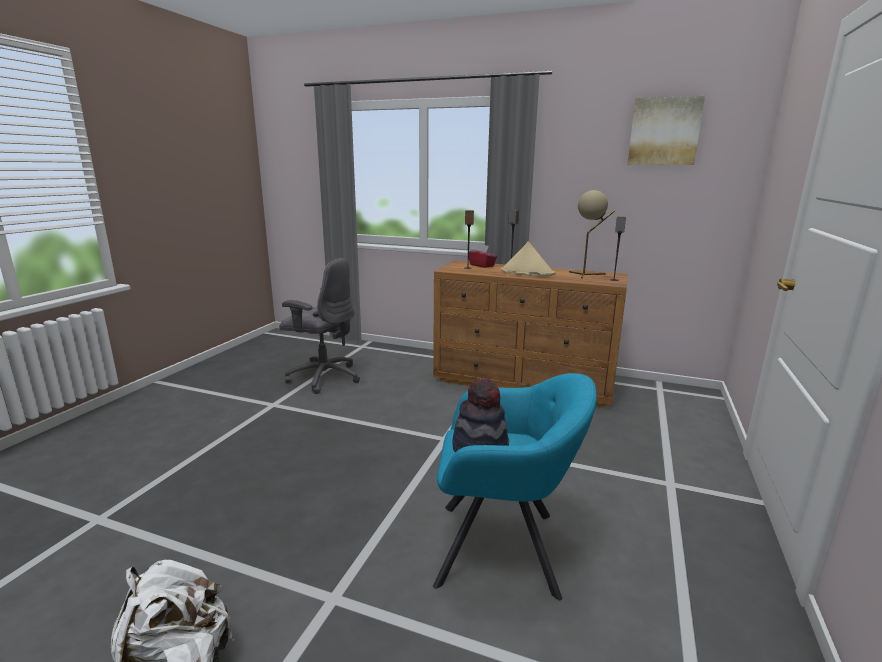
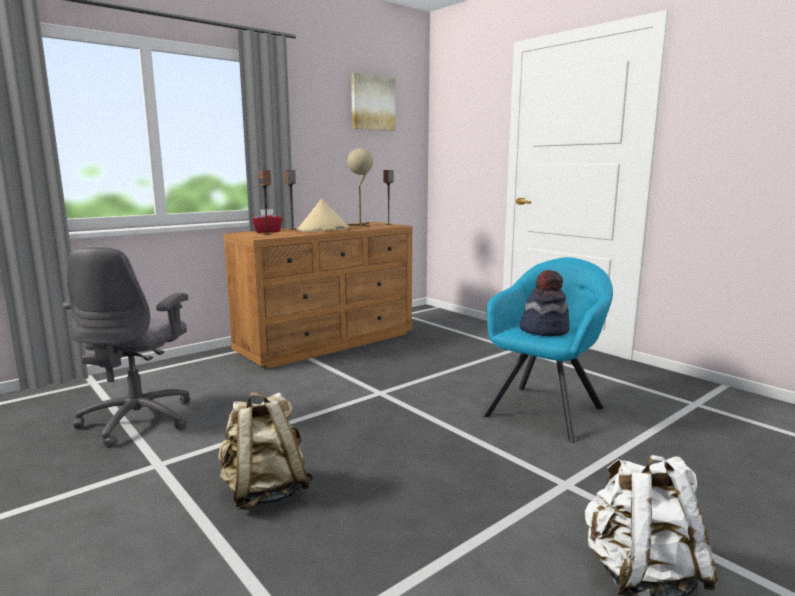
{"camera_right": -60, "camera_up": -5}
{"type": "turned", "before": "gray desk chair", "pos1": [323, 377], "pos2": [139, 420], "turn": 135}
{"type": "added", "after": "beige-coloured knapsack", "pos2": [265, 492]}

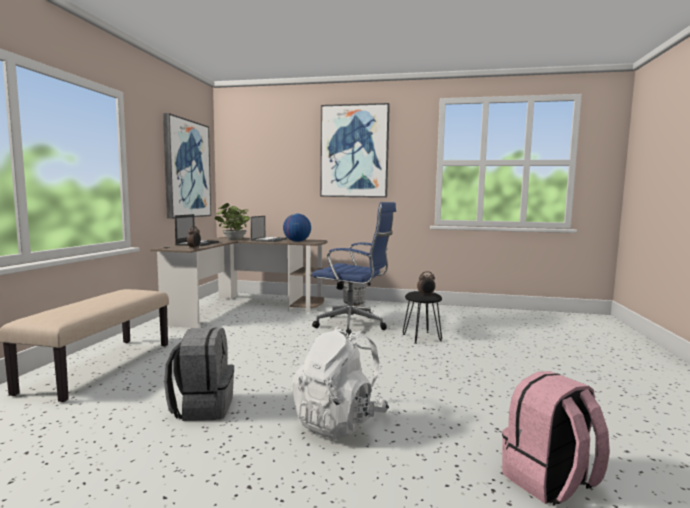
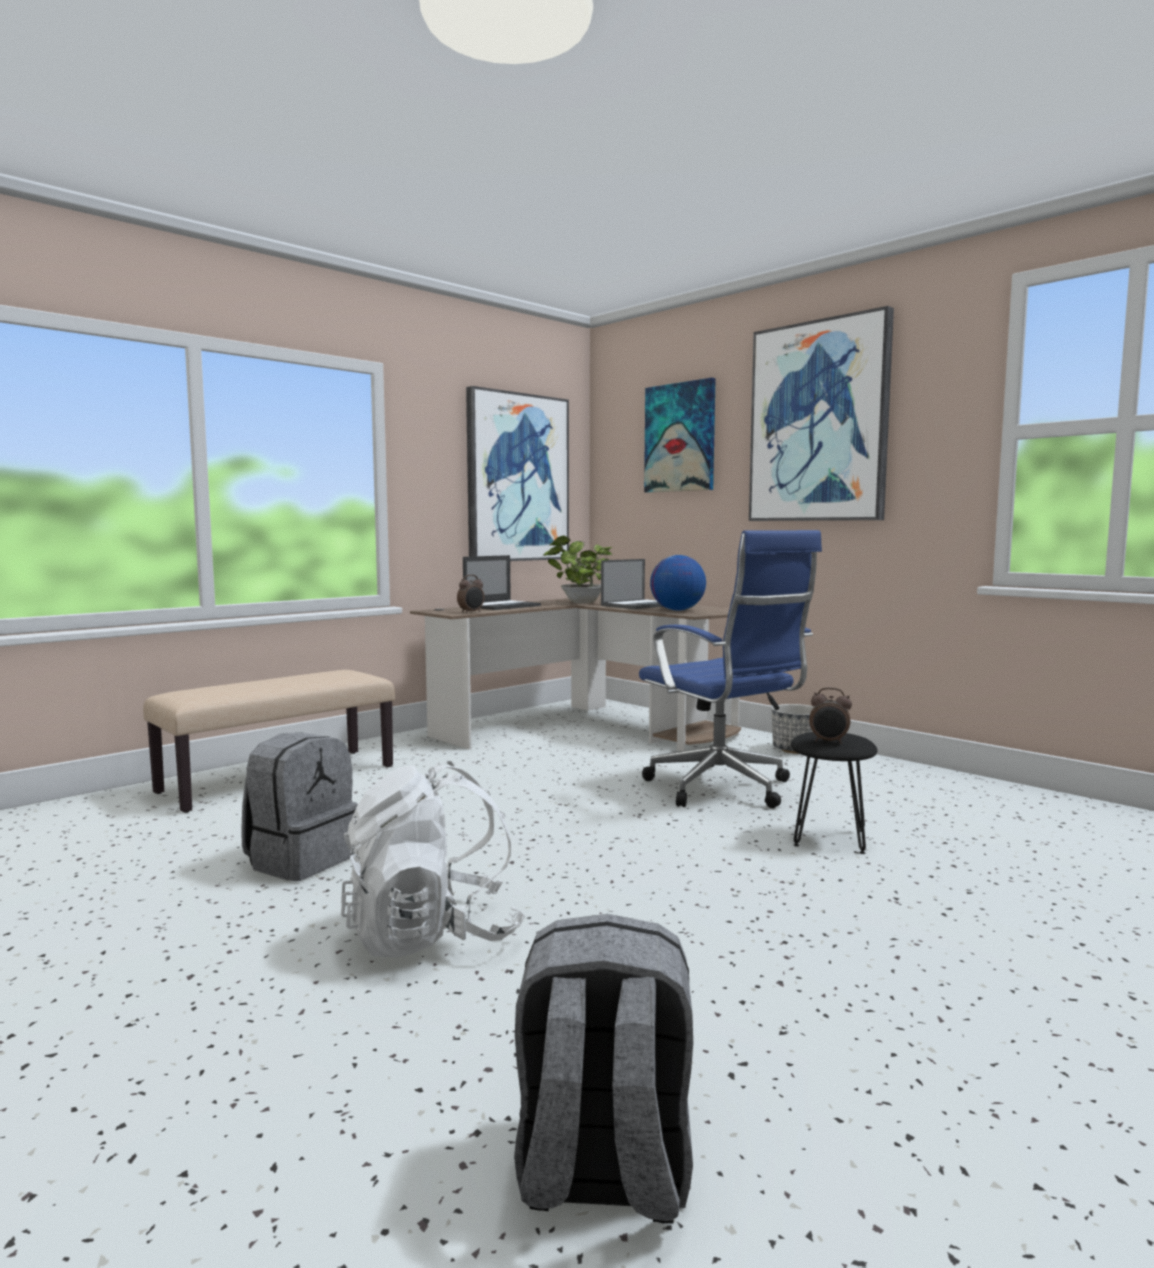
{"camera_right": 35, "camera_up": 0}
{"type": "recoloured", "before": "pink knapsack", "after": "gray knapsack", "pos1": [550, 482], "pos2": [602, 1173]}
{"type": "added", "after": "wall art", "pos2": [680, 437]}

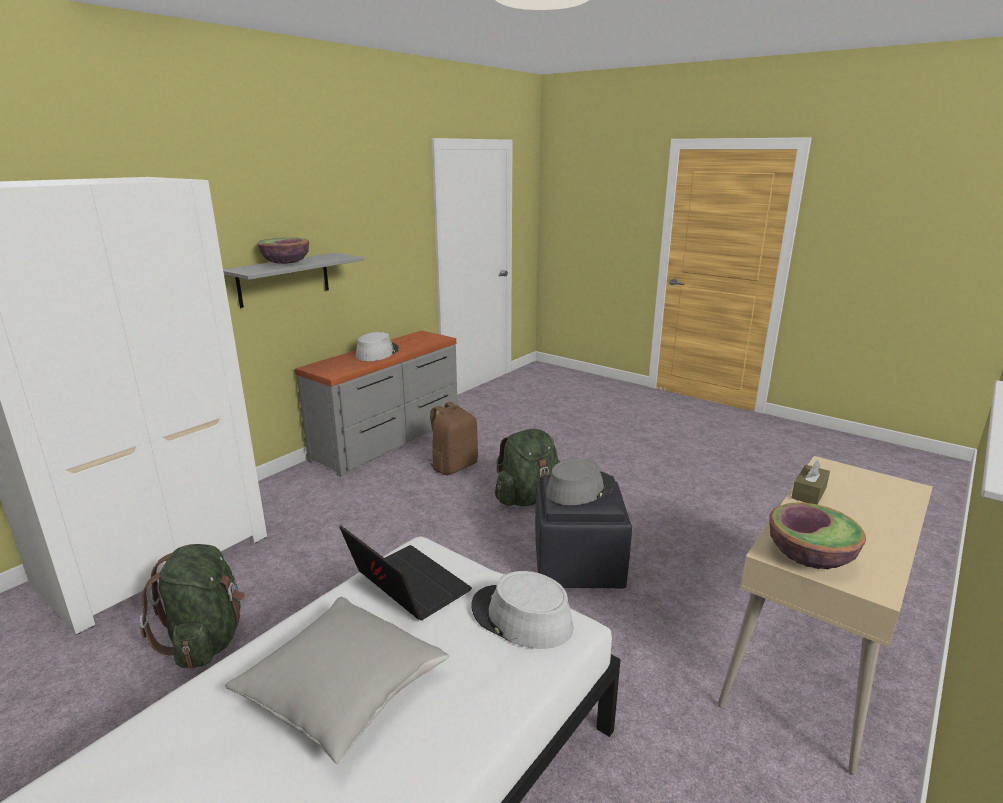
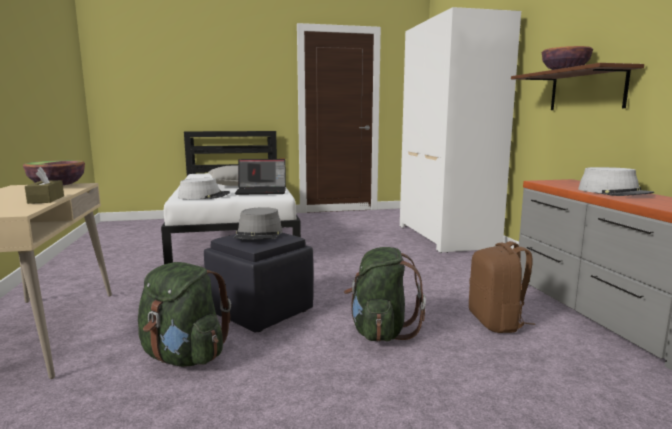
{"camera_right": 130, "camera_up": -10}
{"type": "recoloured", "before": "gray shelf", "after": "brownish shelf", "pos1": [284, 279], "pos2": [586, 90]}
{"type": "moved", "before": "greenish knapsack", "pos1": [207, 639], "pos2": [184, 357]}

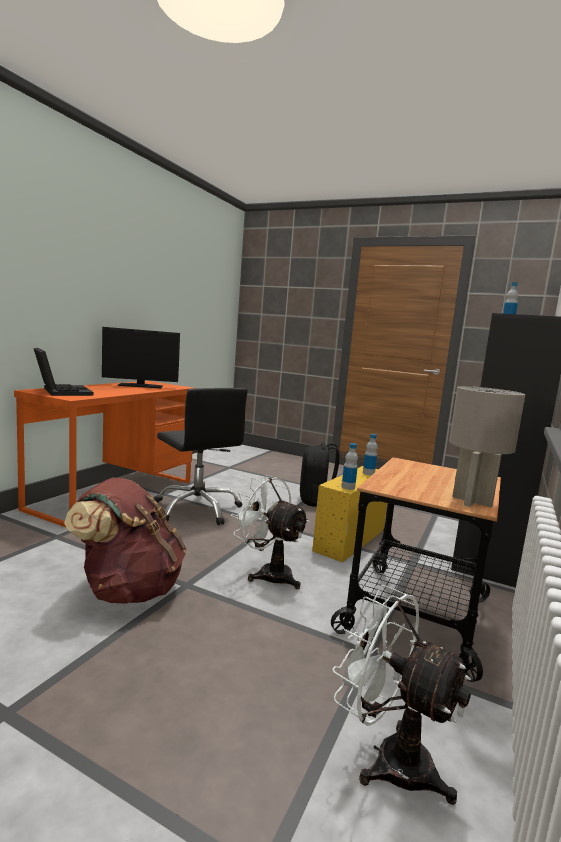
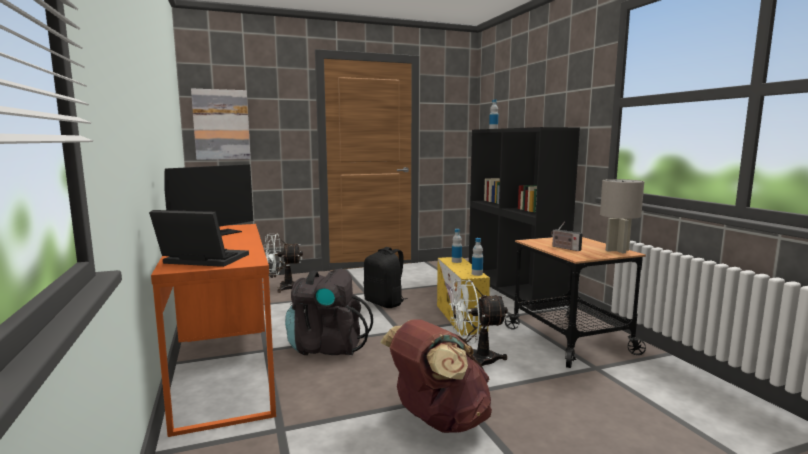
{"camera_right": -45, "camera_up": 0}
{"type": "replaced", "before": "black desk chair", "after": "black knapsack", "pos1": [197, 509], "pos2": [327, 347]}
{"type": "moved", "before": "whitish electric fan", "pos1": [389, 758], "pos2": [283, 288]}
{"type": "added", "after": "wall art", "pos2": [221, 125]}
{"type": "added", "after": "radio set", "pos2": [564, 248]}

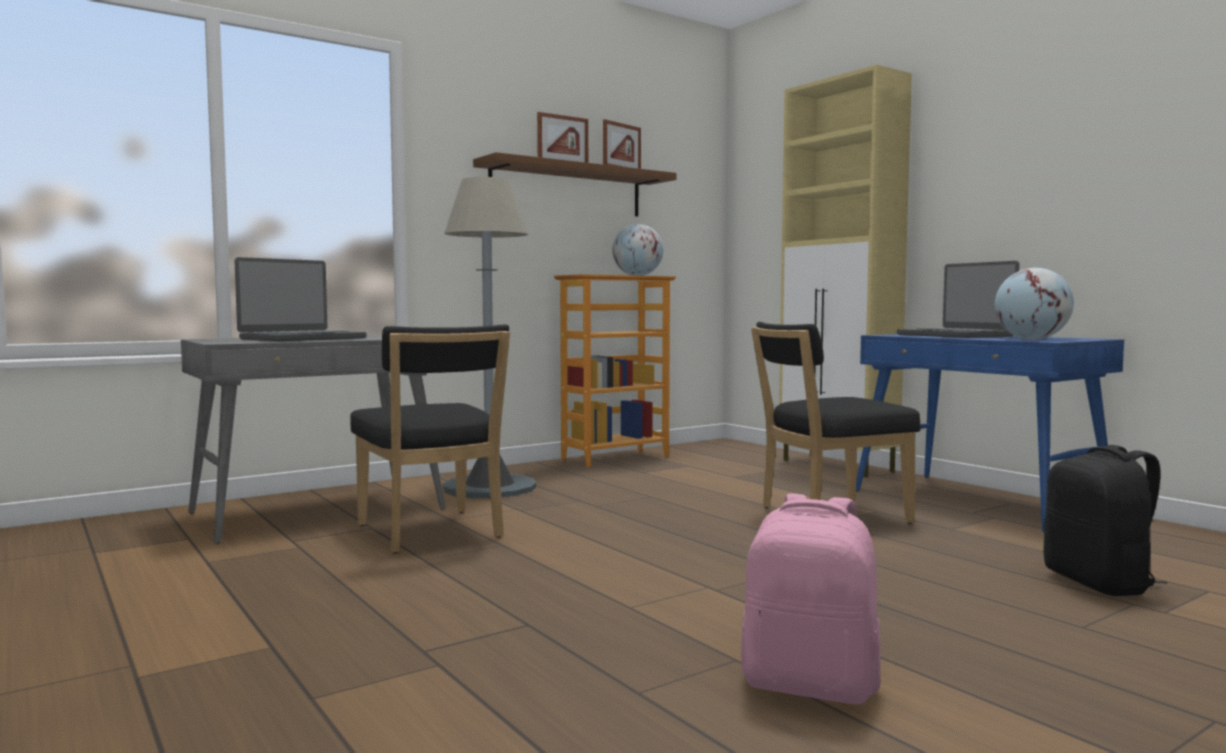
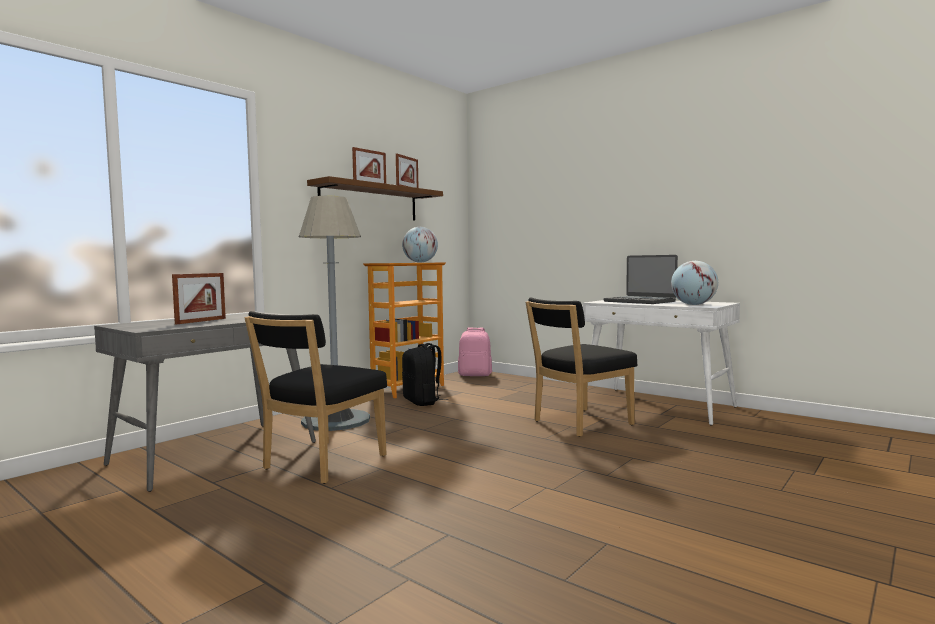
{"camera_right": -15, "camera_up": 0}
{"type": "removed", "before": "beige-coloured storage cabinet", "pos1": [838, 466]}
{"type": "replaced", "before": "portable computer", "after": "standing frame", "pos1": [302, 338], "pos2": [201, 321]}
{"type": "turned", "before": "black chair", "pos1": [432, 533], "pos2": [320, 464], "turn": 75}
{"type": "recoloured", "before": "bluish desk unit", "after": "whitish desk unit", "pos1": [979, 501], "pos2": [658, 405]}
{"type": "moved", "before": "black knapsack", "pos1": [1100, 583], "pos2": [422, 402]}
{"type": "moved", "before": "pink knapsack", "pos1": [810, 685], "pos2": [475, 375]}

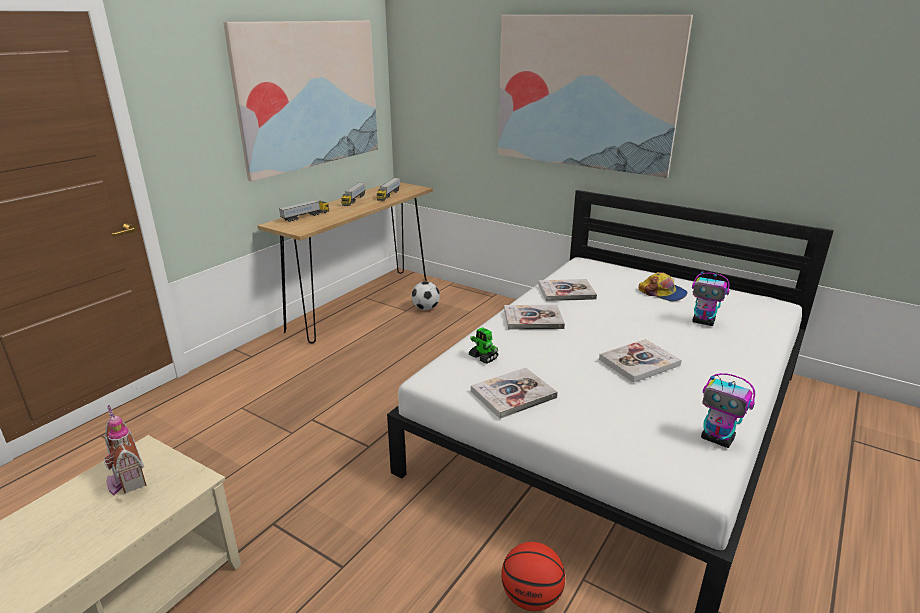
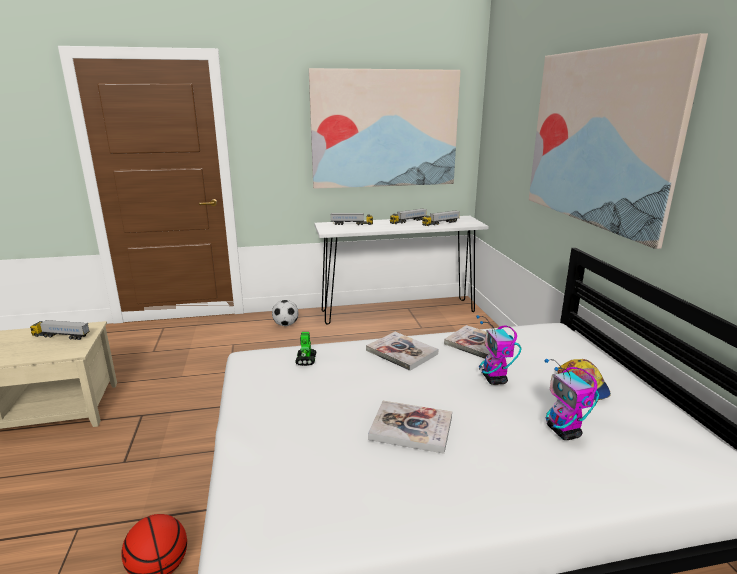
{"camera_right": 45, "camera_up": -5}
{"type": "recoloured", "before": "brownish narrow table", "after": "whitish narrow table", "pos1": [361, 304], "pos2": [398, 311]}
{"type": "moved", "before": "ball for football", "pos1": [426, 308], "pos2": [286, 325]}
{"type": "removed", "before": "bound book", "pos1": [513, 394]}
{"type": "moved", "before": "toy robot", "pos1": [718, 439], "pos2": [494, 379]}
{"type": "replaced", "before": "model house", "after": "toy truck", "pos1": [126, 479], "pos2": [61, 336]}

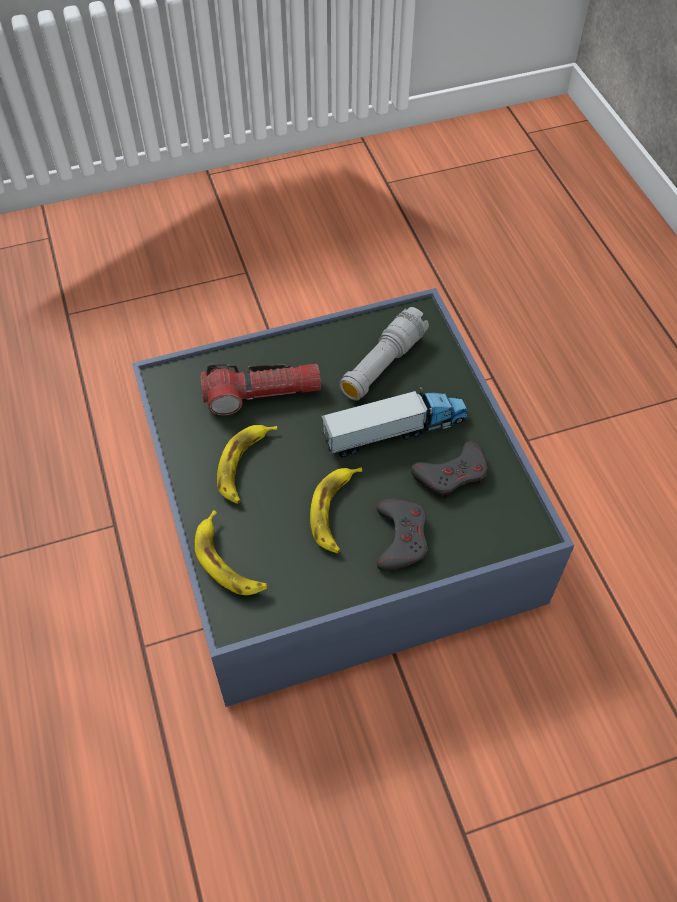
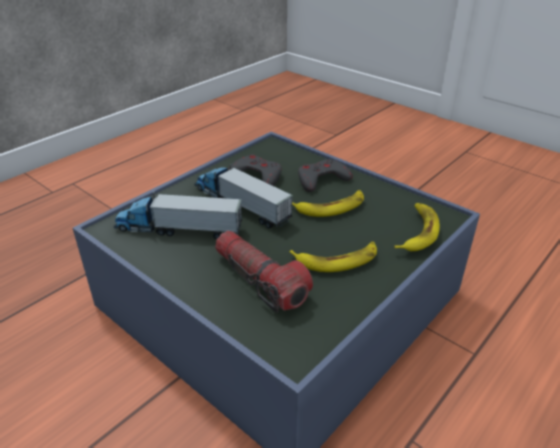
{"camera_right": -120, "camera_up": -20}
{"type": "replaced", "before": "gray flashlight", "after": "toy truck", "pos1": [383, 364], "pos2": [179, 229]}

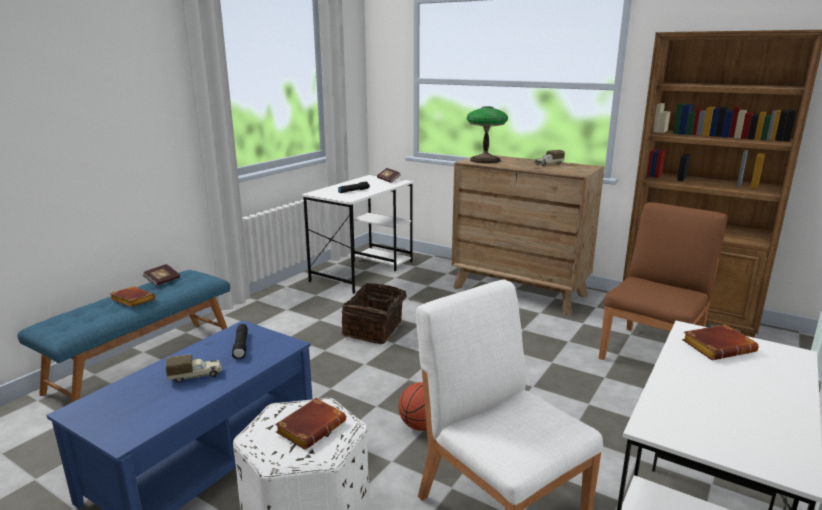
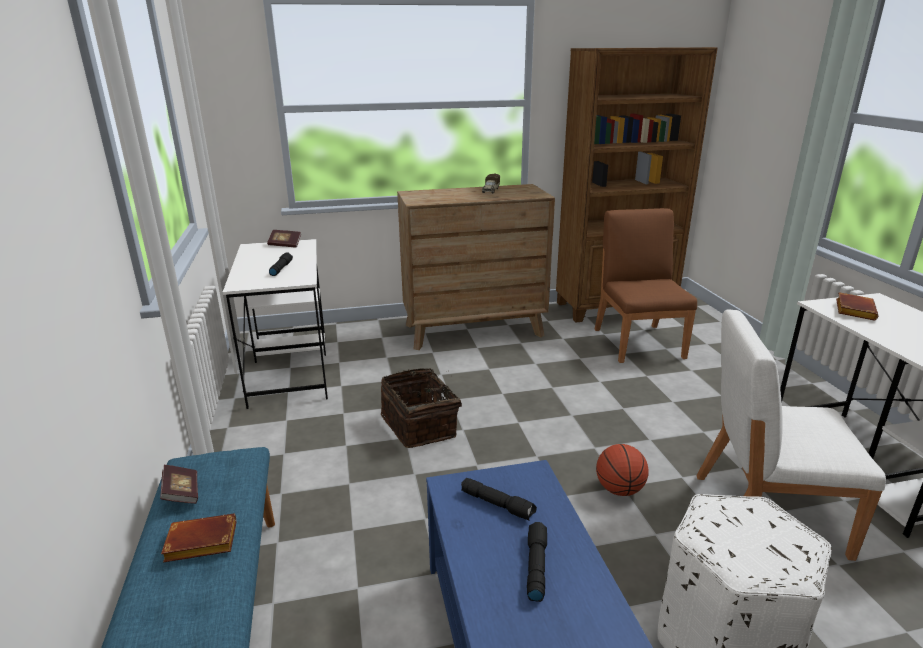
{"camera_right": -45, "camera_up": 5}
{"type": "removed", "before": "lamp for a table", "pos1": [485, 160]}
{"type": "replaced", "before": "toy truck", "after": "black flashlight", "pos1": [196, 375], "pos2": [535, 566]}
{"type": "removed", "before": "brownish bound book", "pos1": [311, 427]}

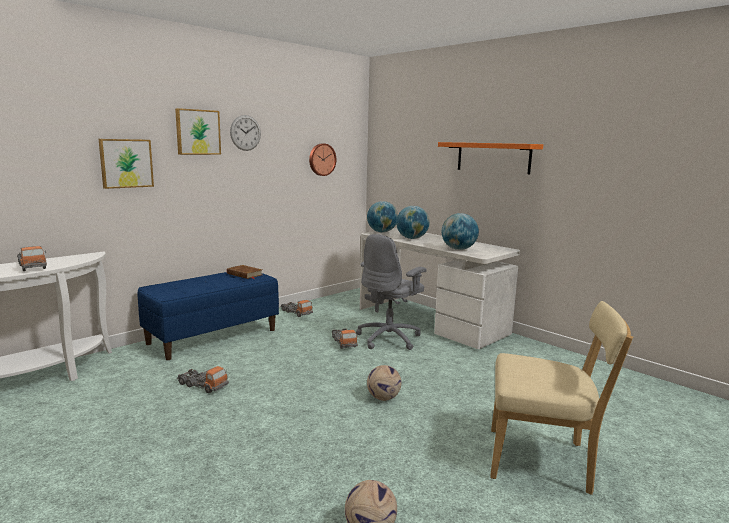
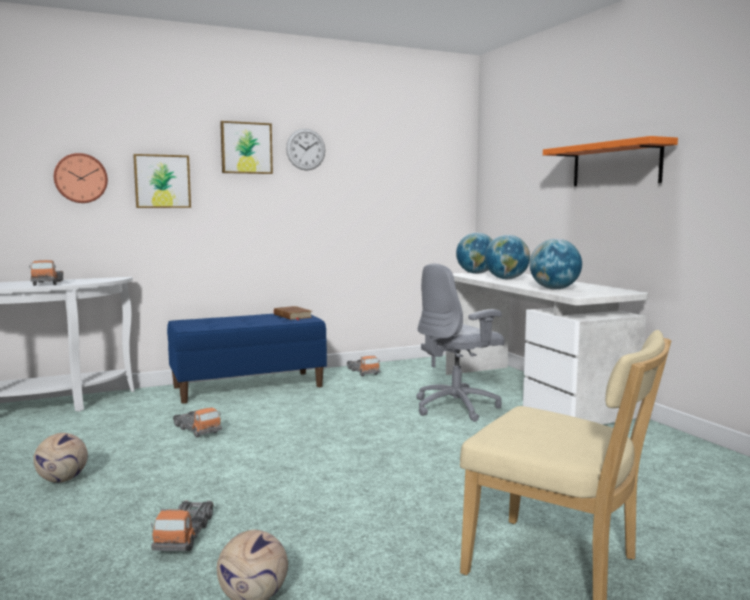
{"camera_right": 20, "camera_up": -5}
{"type": "moved", "before": "wall clock", "pos1": [321, 159], "pos2": [81, 178]}
{"type": "moved", "before": "toy truck", "pos1": [344, 342], "pos2": [185, 534]}
{"type": "moved", "before": "ball for football", "pos1": [383, 398], "pos2": [61, 480]}

